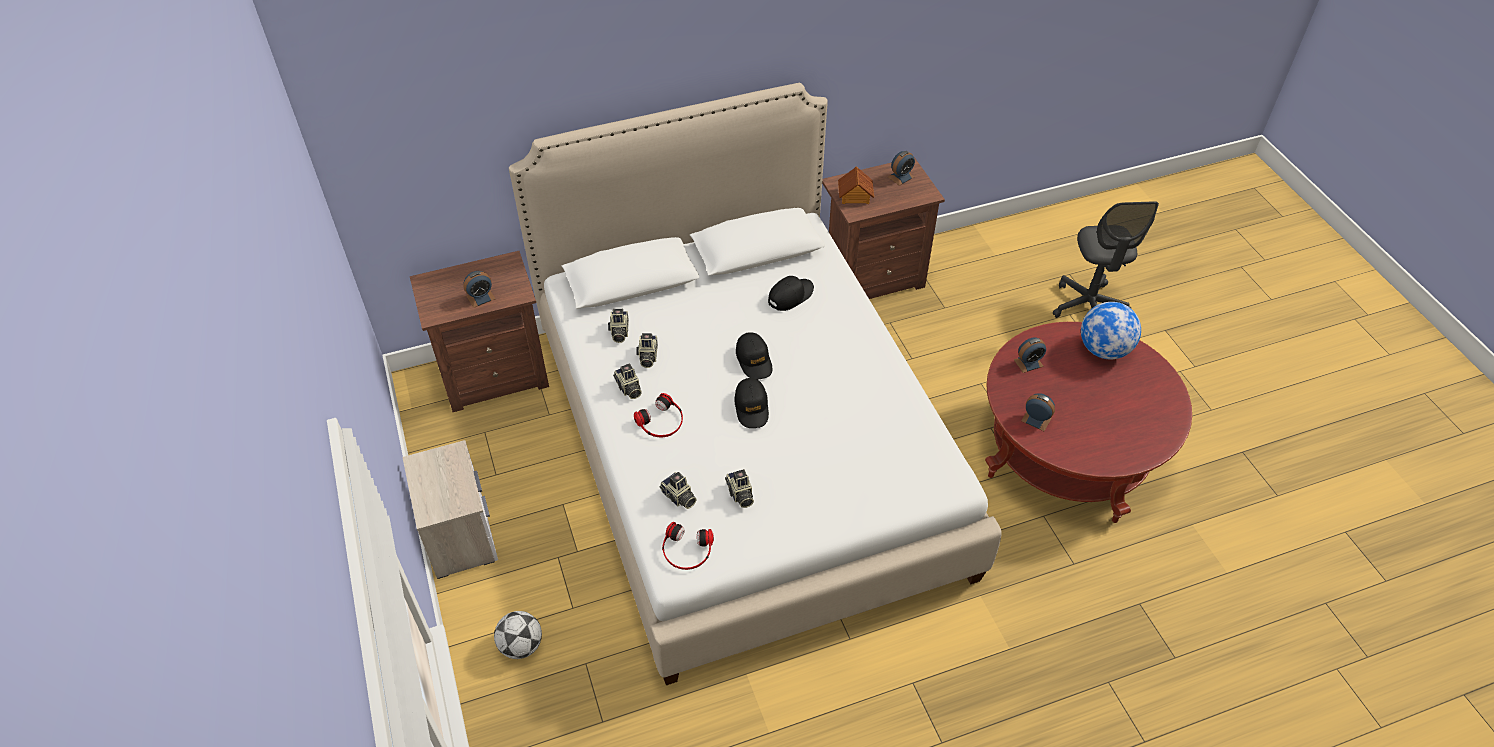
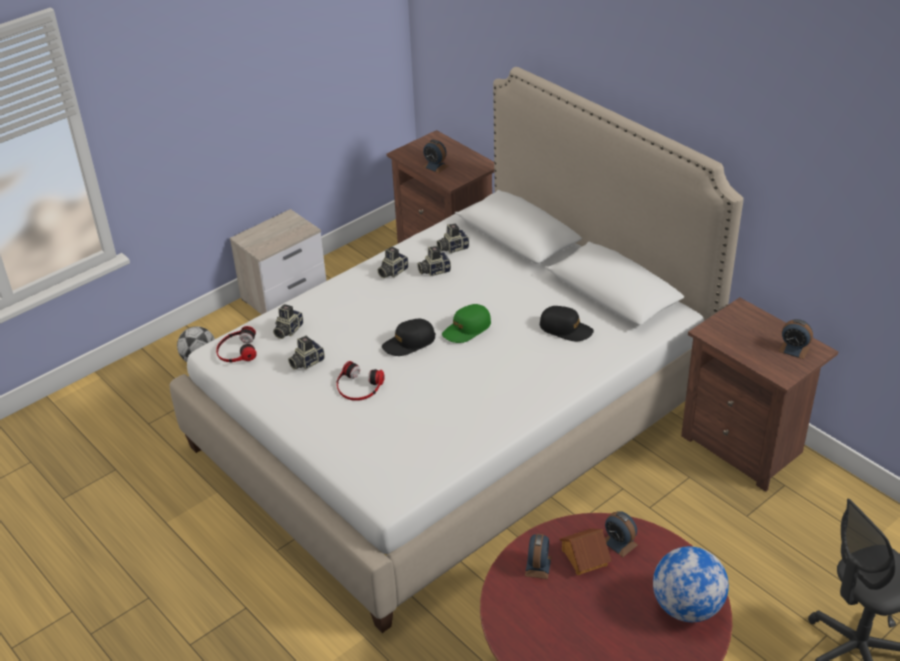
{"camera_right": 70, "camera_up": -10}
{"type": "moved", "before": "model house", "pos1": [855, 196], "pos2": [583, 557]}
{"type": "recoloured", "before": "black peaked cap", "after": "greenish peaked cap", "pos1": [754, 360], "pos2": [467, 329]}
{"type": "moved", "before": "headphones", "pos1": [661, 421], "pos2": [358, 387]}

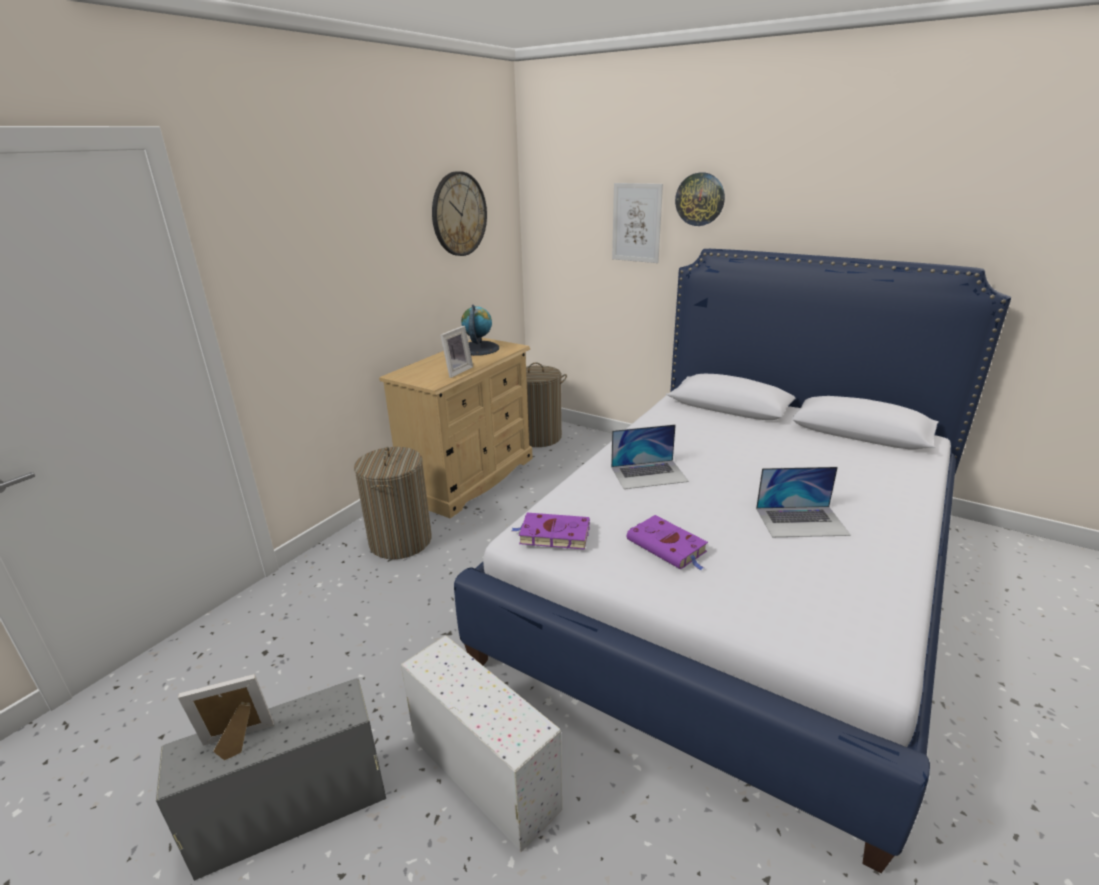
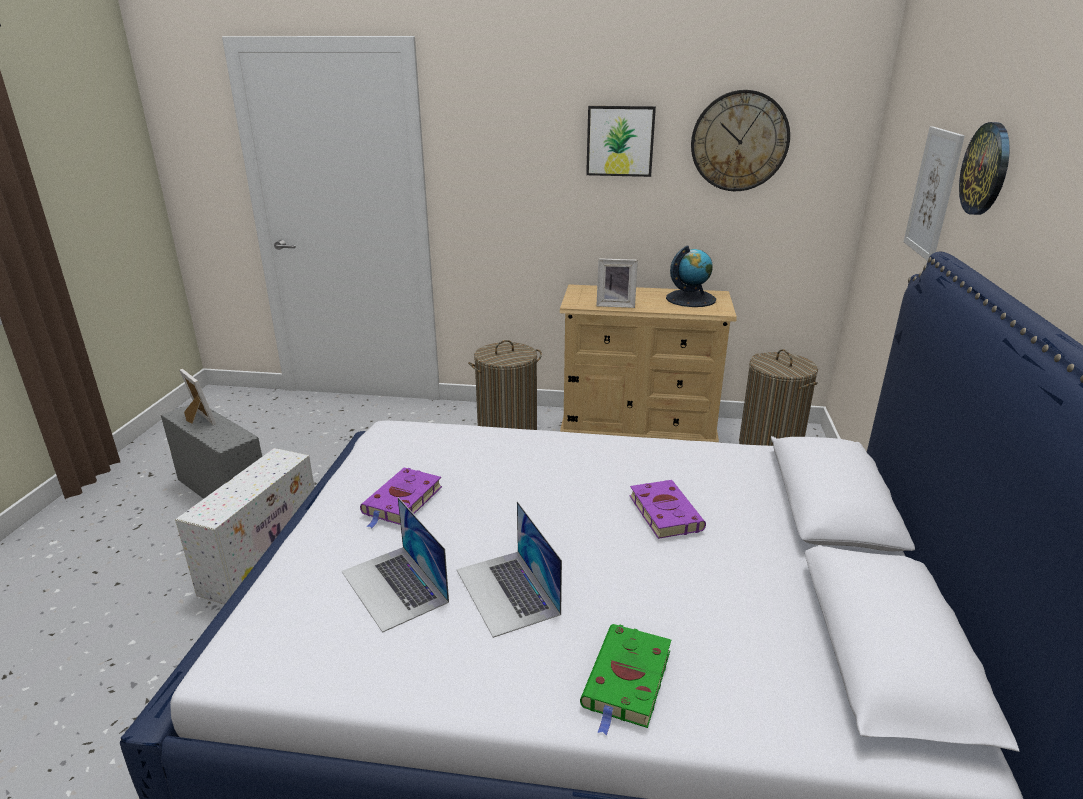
{"camera_right": 65, "camera_up": 0}
{"type": "moved", "before": "portable computer", "pos1": [649, 474], "pos2": [394, 586]}
{"type": "moved", "before": "purplish bound book", "pos1": [552, 535], "pos2": [663, 511]}
{"type": "added", "after": "wall art", "pos2": [620, 141]}
{"type": "added", "after": "greenish bound book", "pos2": [627, 681]}

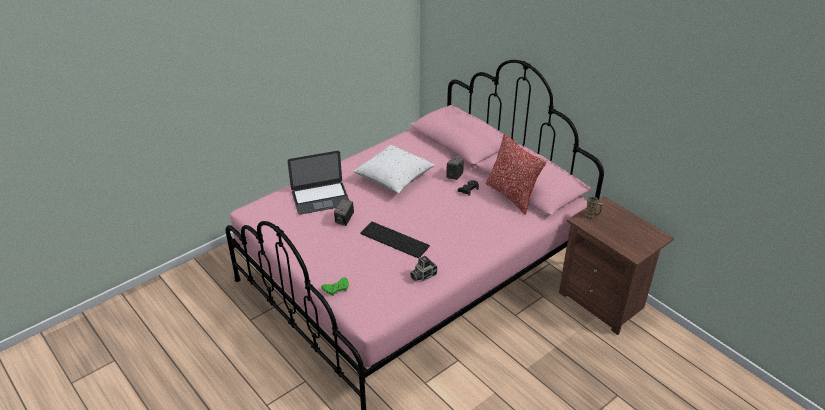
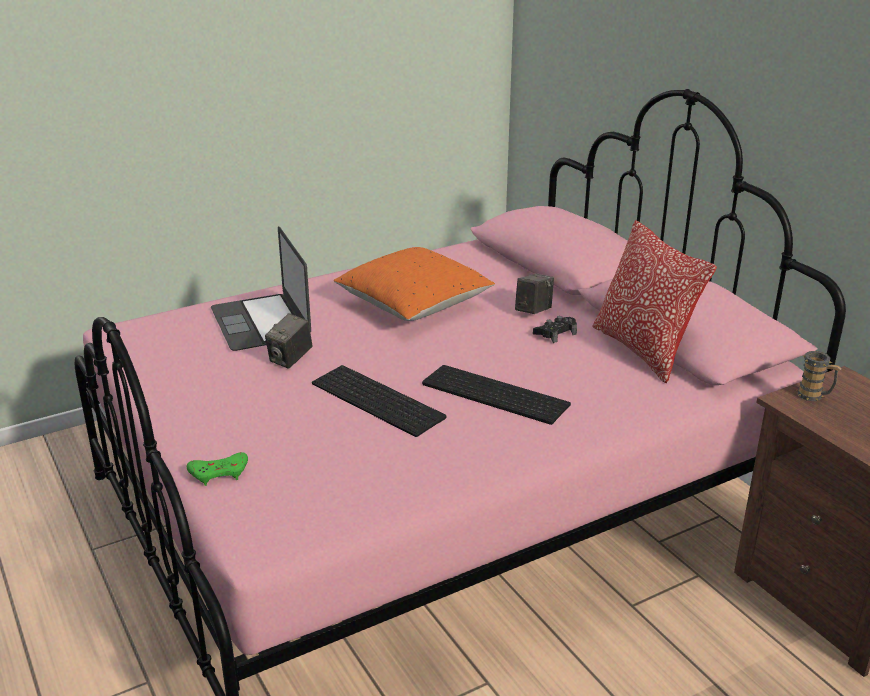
{"camera_right": 10, "camera_up": -10}
{"type": "recoloured", "before": "whitish pillow", "after": "orangey pillow", "pos1": [394, 178], "pos2": [414, 305]}
{"type": "turned", "before": "portable computer", "pos1": [320, 198], "pos2": [261, 322], "turn": 75}
{"type": "removed", "before": "still camera", "pos1": [422, 275]}
{"type": "added", "after": "keyboard", "pos2": [492, 395]}

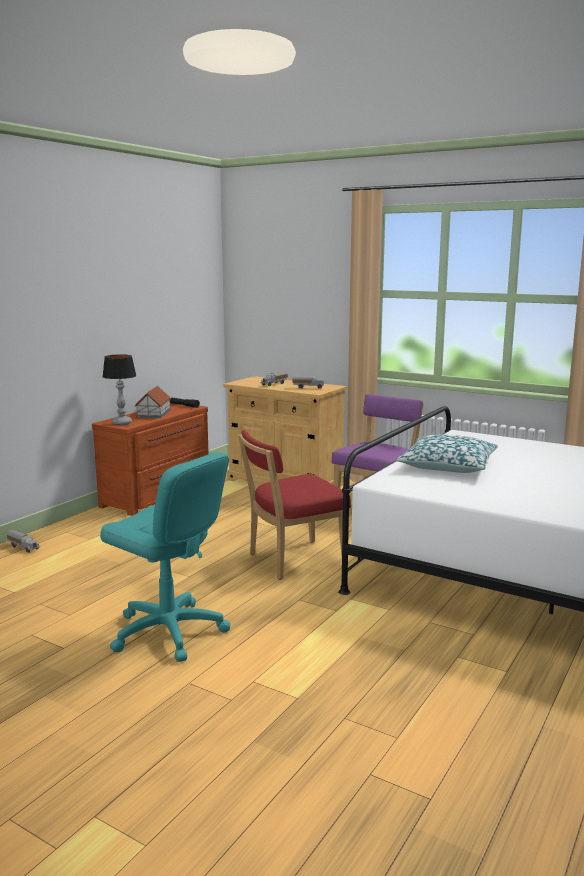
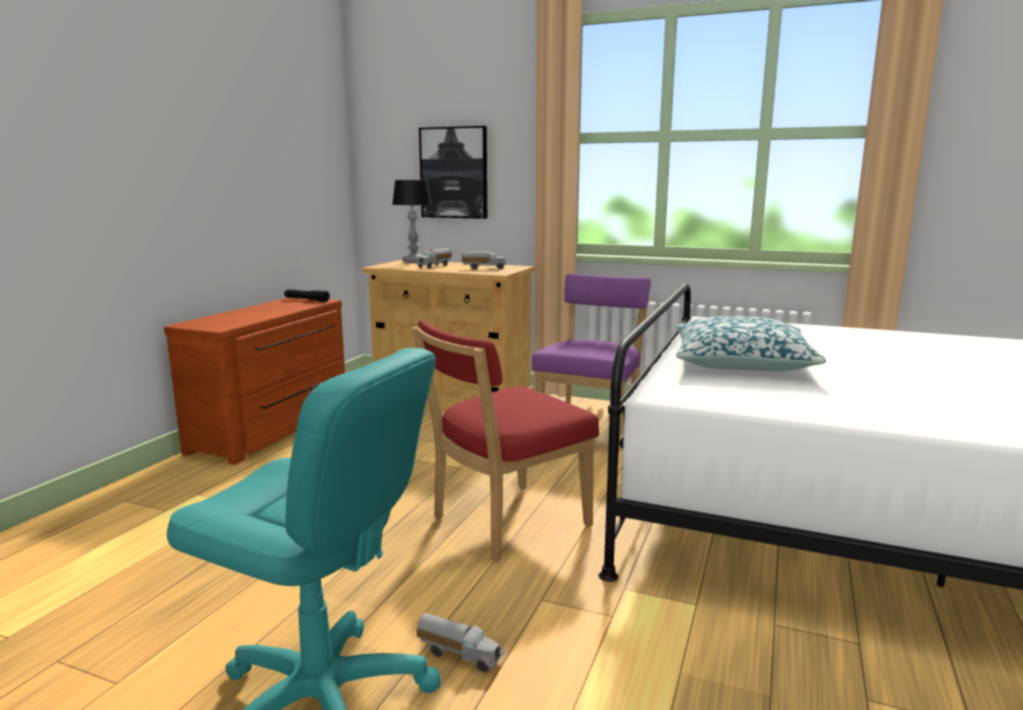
{"camera_right": -10, "camera_up": 0}
{"type": "moved", "before": "lamp for a table", "pos1": [122, 423], "pos2": [413, 261]}
{"type": "removed", "before": "model house", "pos1": [153, 414]}
{"type": "moved", "before": "toy truck", "pos1": [24, 547], "pos2": [460, 654]}
{"type": "added", "after": "wall art", "pos2": [454, 173]}

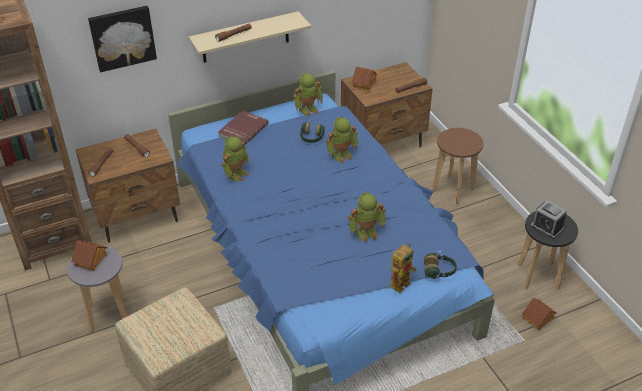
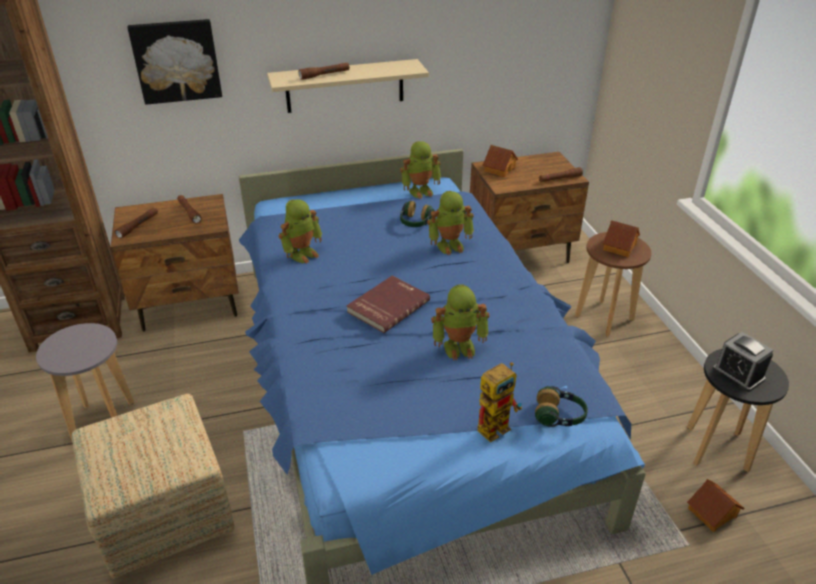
{"camera_right": 10, "camera_up": -5}
{"type": "moved", "before": "red bound book", "pos1": [242, 129], "pos2": [387, 306]}
{"type": "moved", "before": "model house", "pos1": [91, 260], "pos2": [620, 247]}

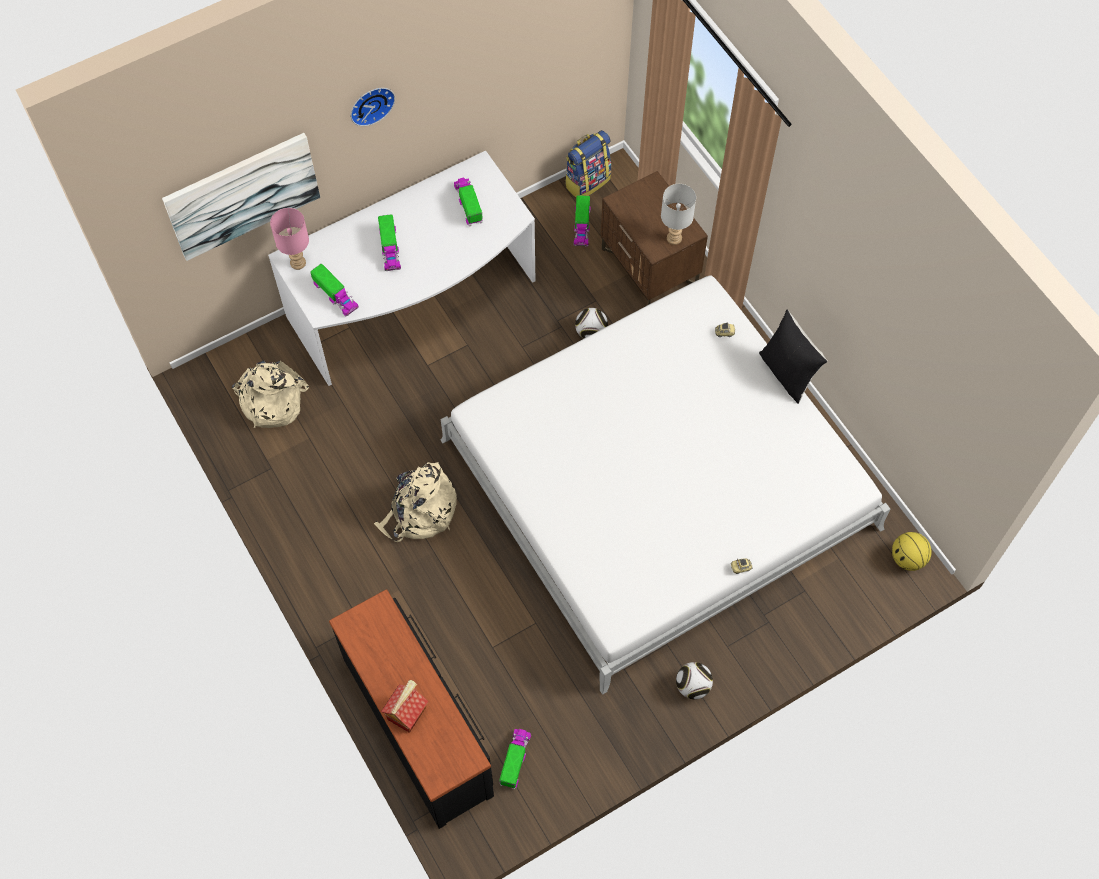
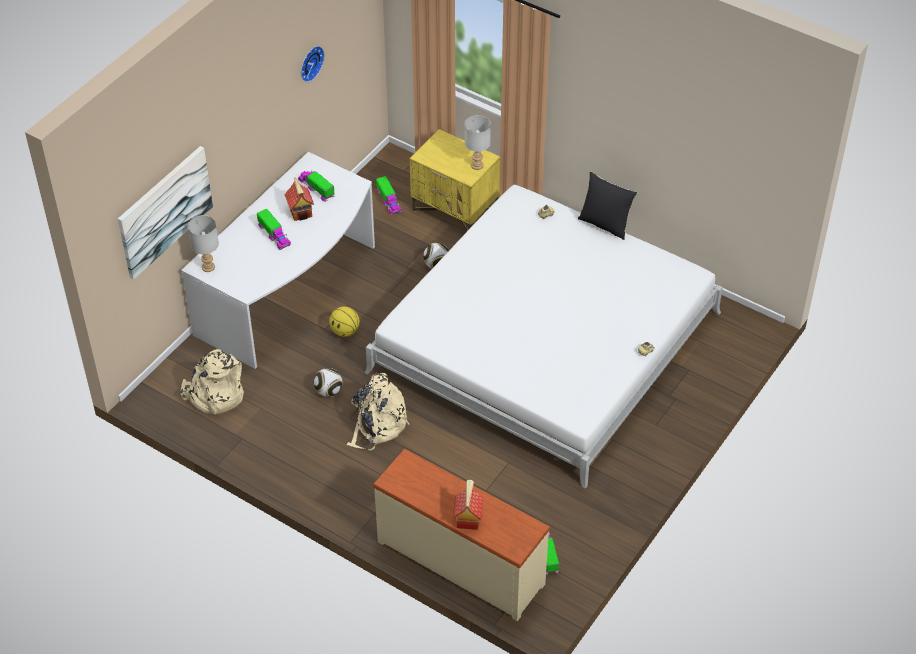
{"camera_right": -25, "camera_up": -15}
{"type": "moved", "before": "wall clock", "pos1": [370, 104], "pos2": [309, 62]}
{"type": "removed", "before": "knapsack", "pos1": [587, 181]}
{"type": "recoloured", "before": "brownish nightstand", "after": "yellow-coloured nightstand", "pos1": [650, 268], "pos2": [455, 210]}
{"type": "recoloured", "before": "pink lamp for a table", "after": "gray lamp for a table", "pos1": [298, 262], "pos2": [208, 267]}
{"type": "removed", "before": "toy truck", "pos1": [335, 295]}
{"type": "moved", "before": "basketball", "pos1": [907, 559], "pos2": [345, 331]}
{"type": "recoloured", "before": "black chest of drawers", "after": "beige-coloured chest of drawers", "pos1": [419, 725], "pos2": [461, 561]}
{"type": "moved", "before": "ball for football", "pos1": [692, 686], "pos2": [328, 391]}
{"type": "added", "after": "model house", "pos2": [301, 212]}

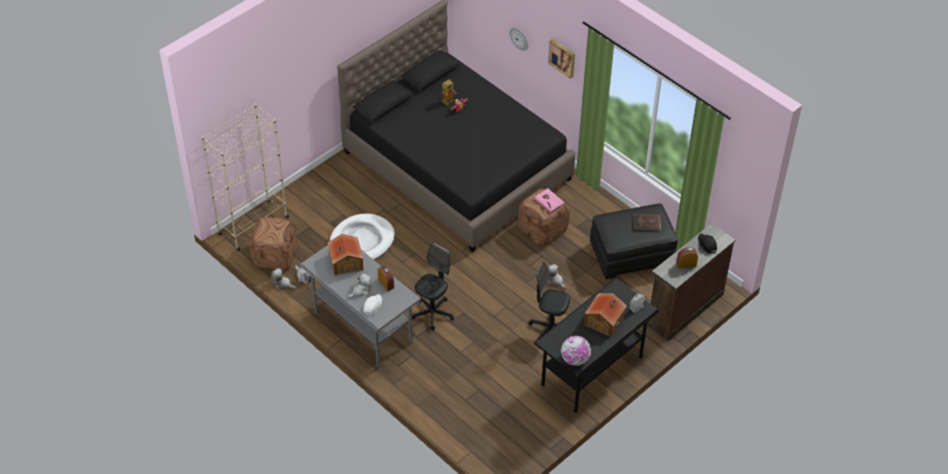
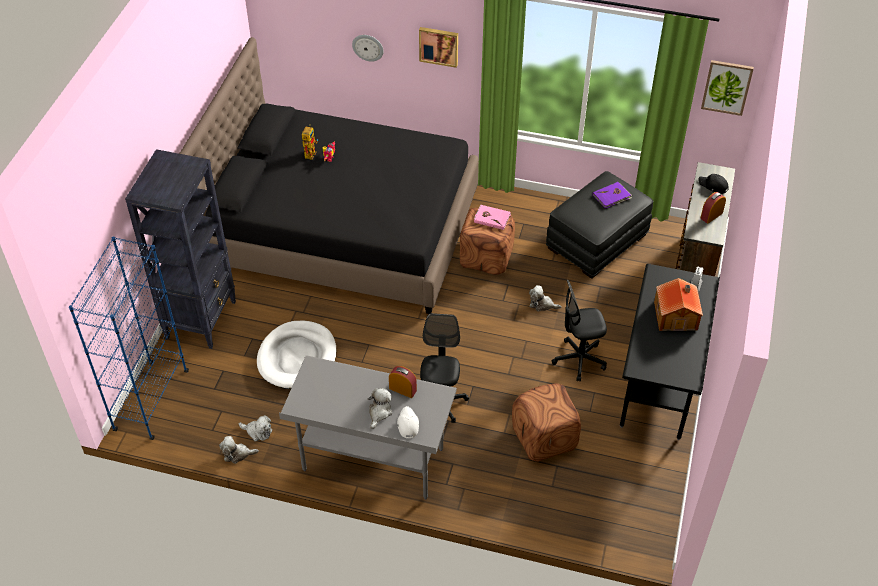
{"camera_right": -30, "camera_up": 0}
{"type": "recoloured", "before": "beige-coloured bookcase", "after": "bluish bookcase", "pos1": [253, 226], "pos2": [151, 400]}
{"type": "recoloured", "before": "brownish bound book", "after": "purplish bound book", "pos1": [646, 223], "pos2": [612, 196]}
{"type": "moved", "before": "brownish footrest", "pos1": [274, 256], "pos2": [544, 437]}
{"type": "removed", "before": "model house", "pos1": [345, 262]}
{"type": "removed", "before": "globe", "pos1": [575, 360]}
{"type": "added", "after": "wall art", "pos2": [727, 87]}
{"type": "added", "after": "black bookcase", "pos2": [201, 319]}

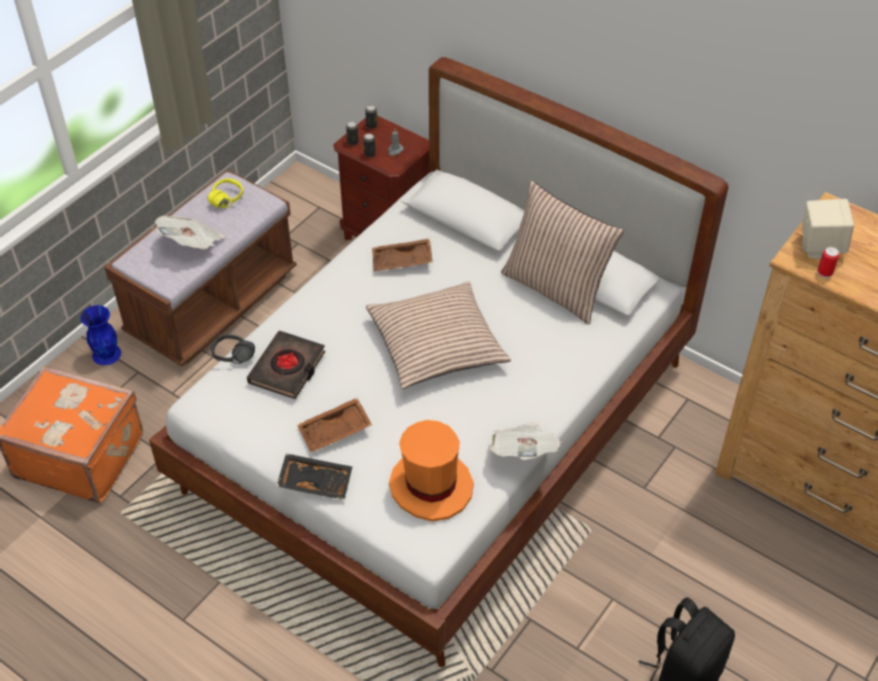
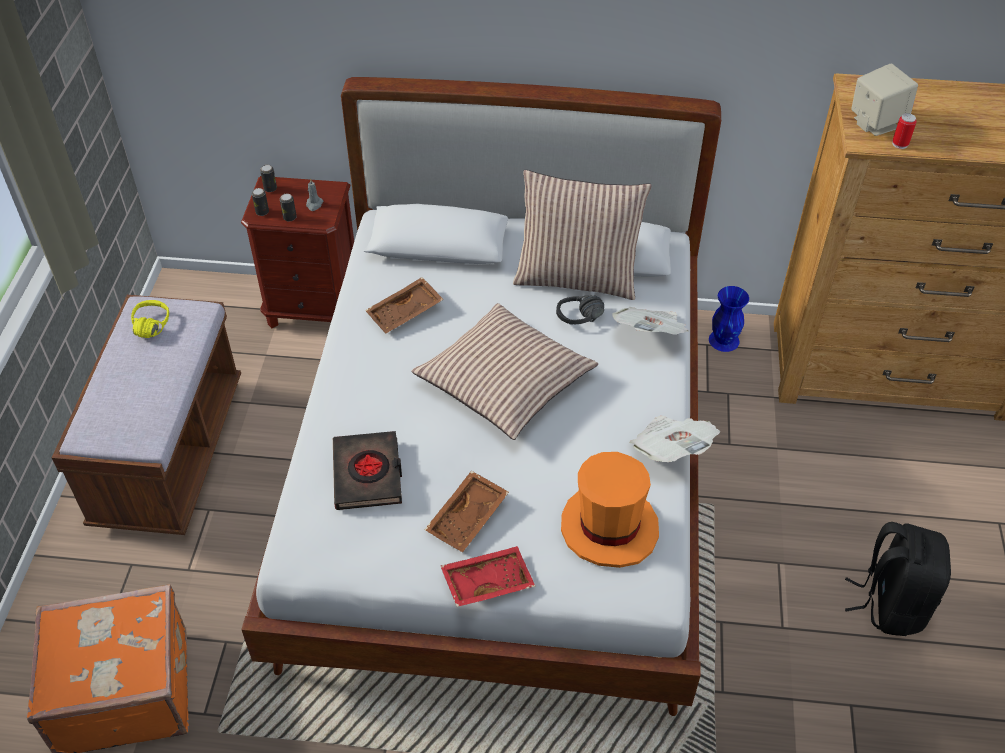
{"camera_right": -30, "camera_up": 0}
{"type": "moved", "before": "newspaper", "pos1": [192, 244], "pos2": [650, 334]}
{"type": "moved", "before": "bluish vase", "pos1": [107, 354], "pos2": [723, 340]}
{"type": "moved", "before": "black headphones", "pos1": [231, 360], "pos2": [582, 321]}
{"type": "recoloured", "before": "black carrying tray", "after": "red carrying tray", "pos1": [315, 481], "pos2": [487, 581]}

